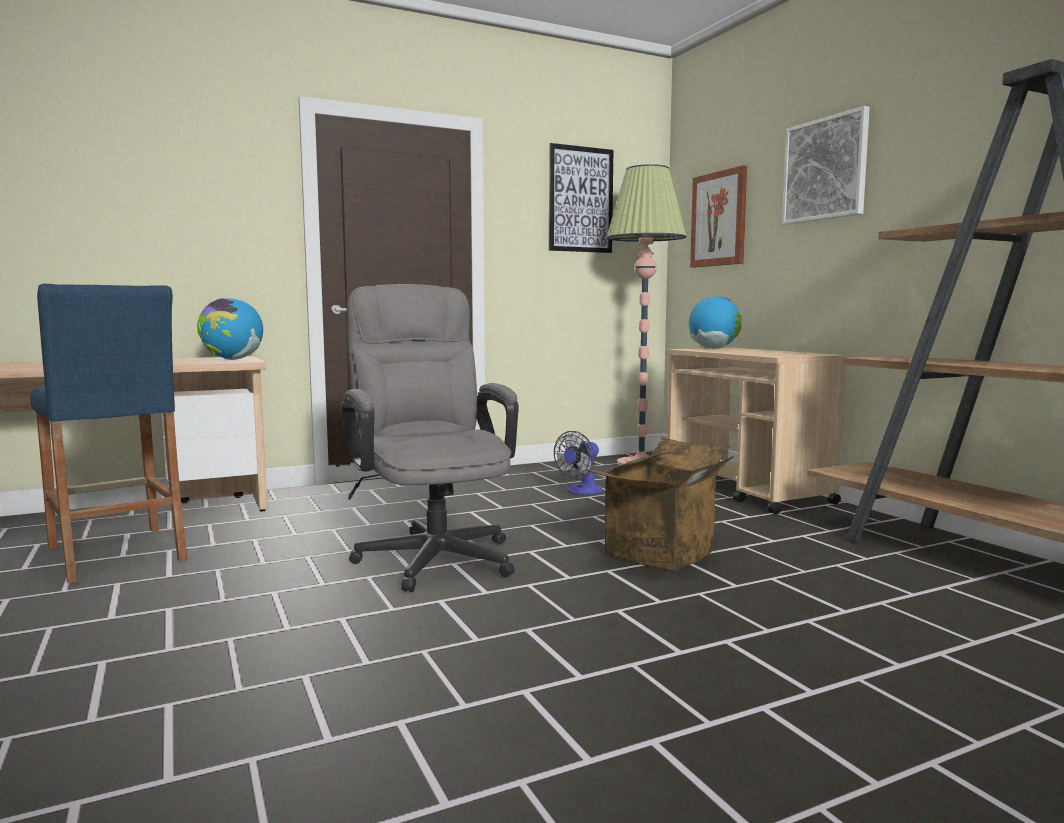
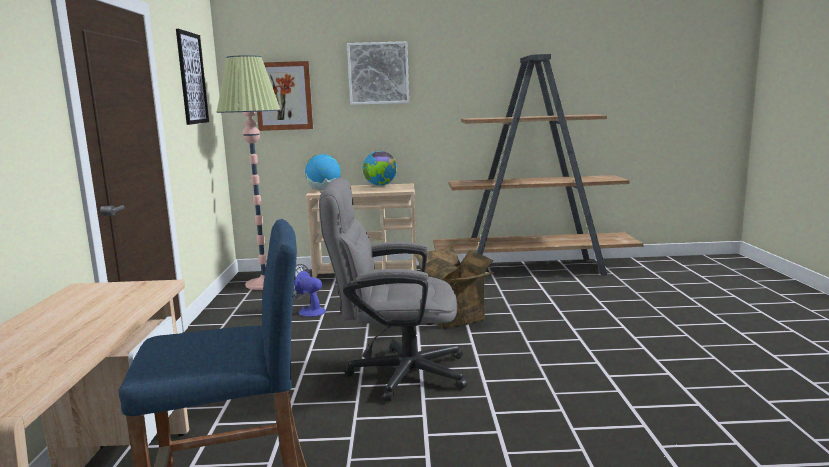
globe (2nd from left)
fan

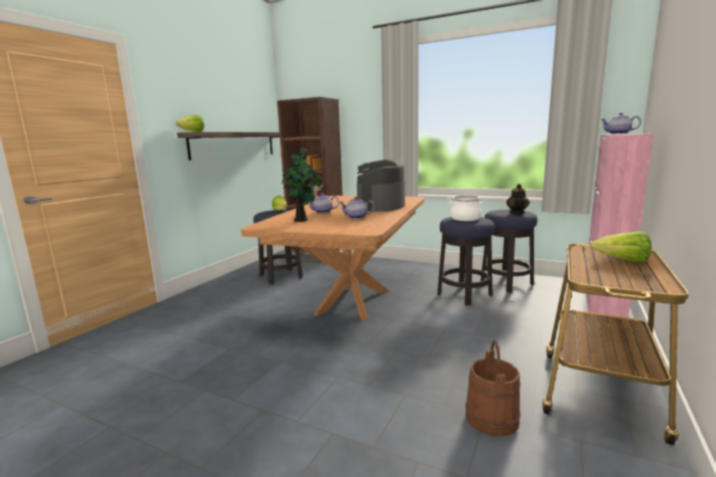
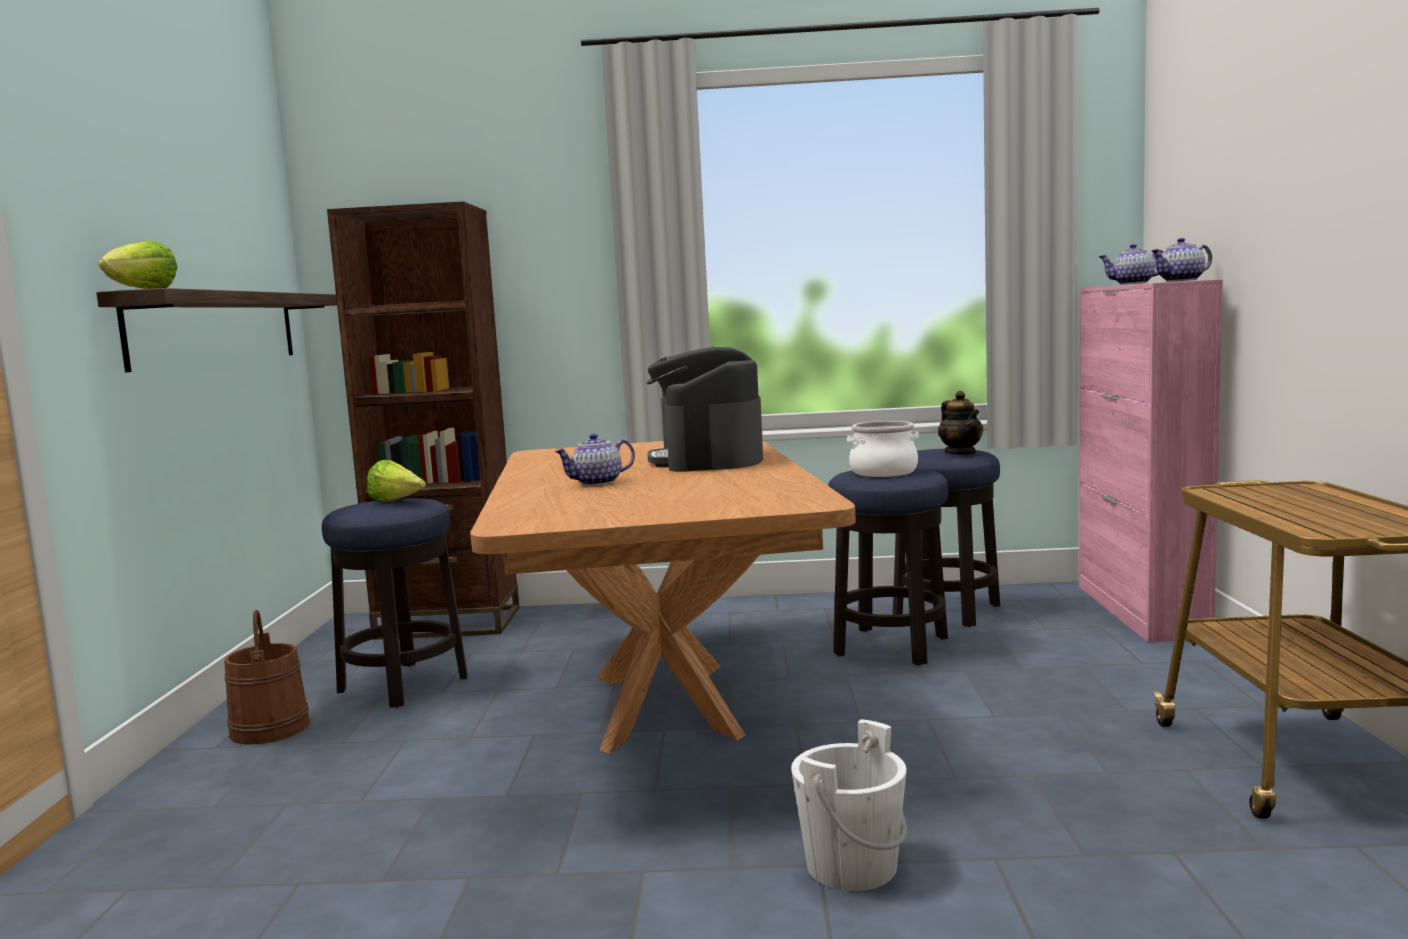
potted plant
teapot (4th from left)
brown bucket
lettuce (3rd from left in the first image)
white bucket

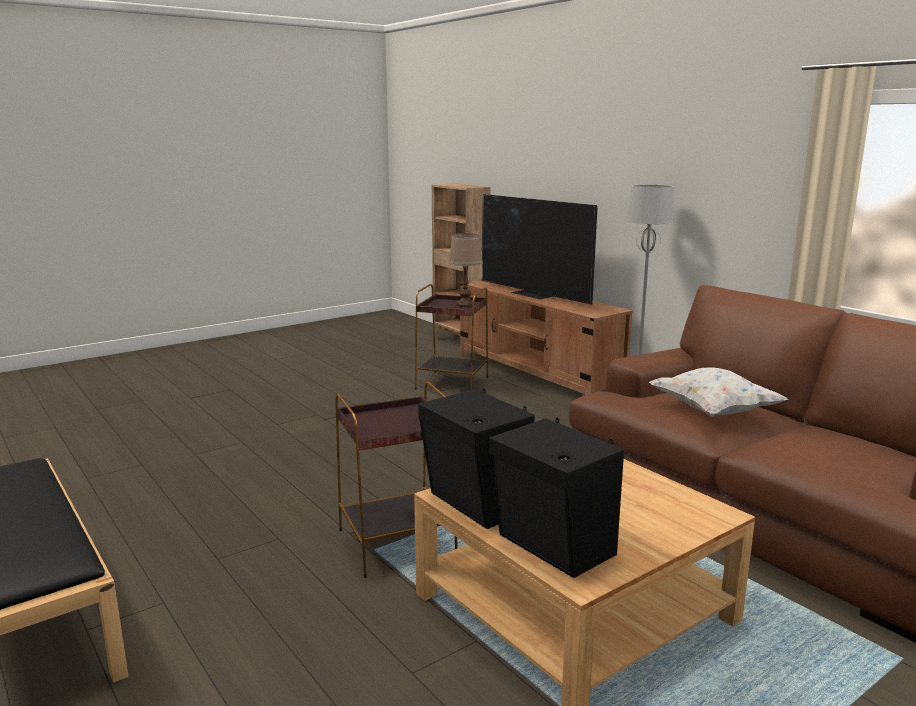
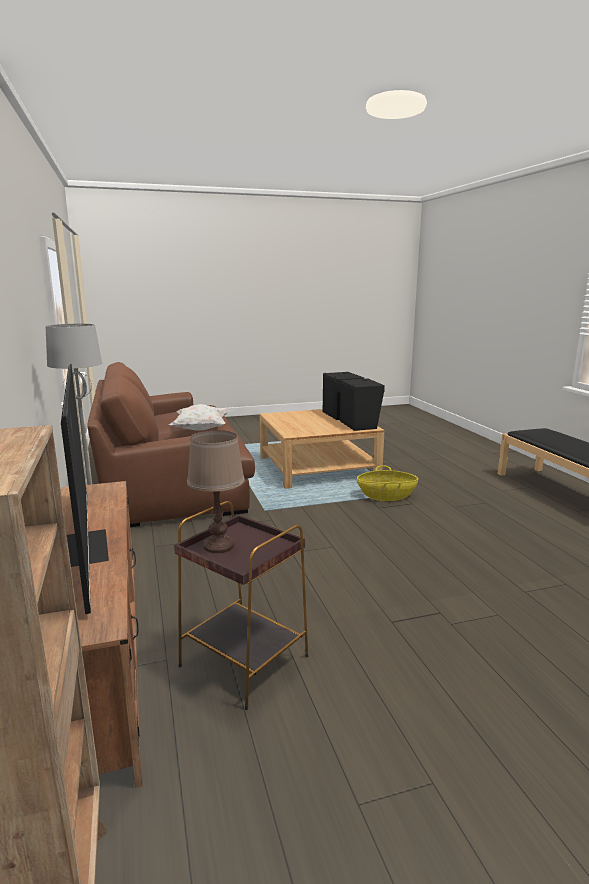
basket

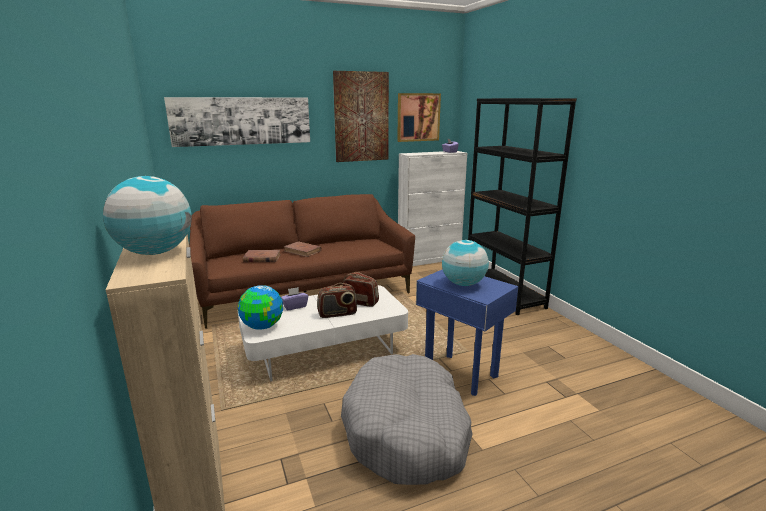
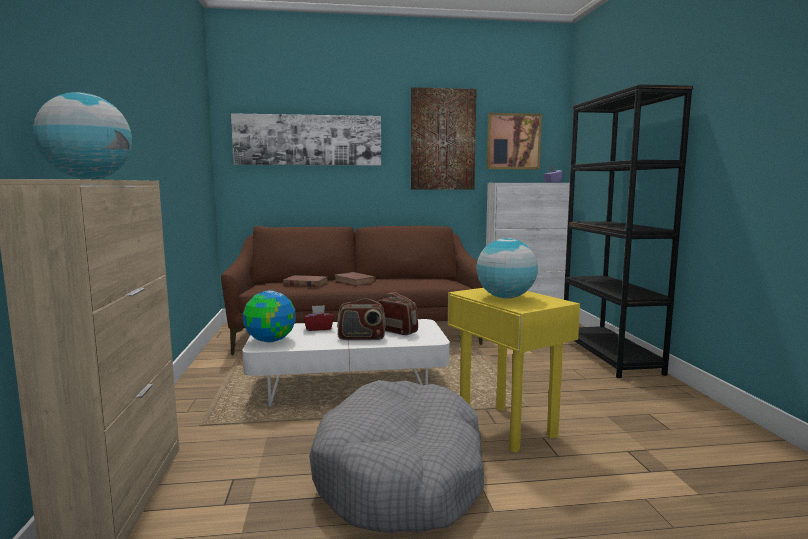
red tissue box
yellow side table

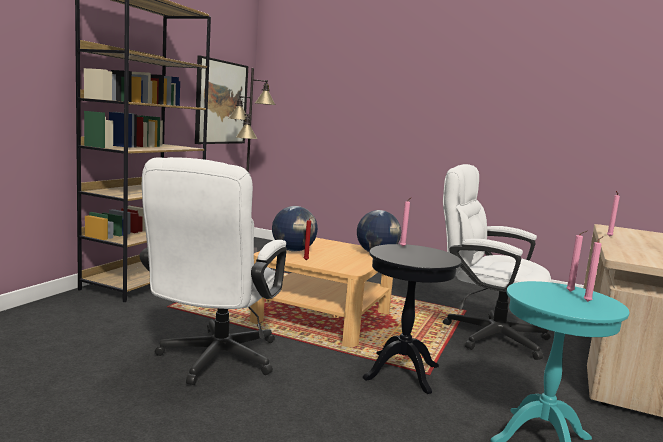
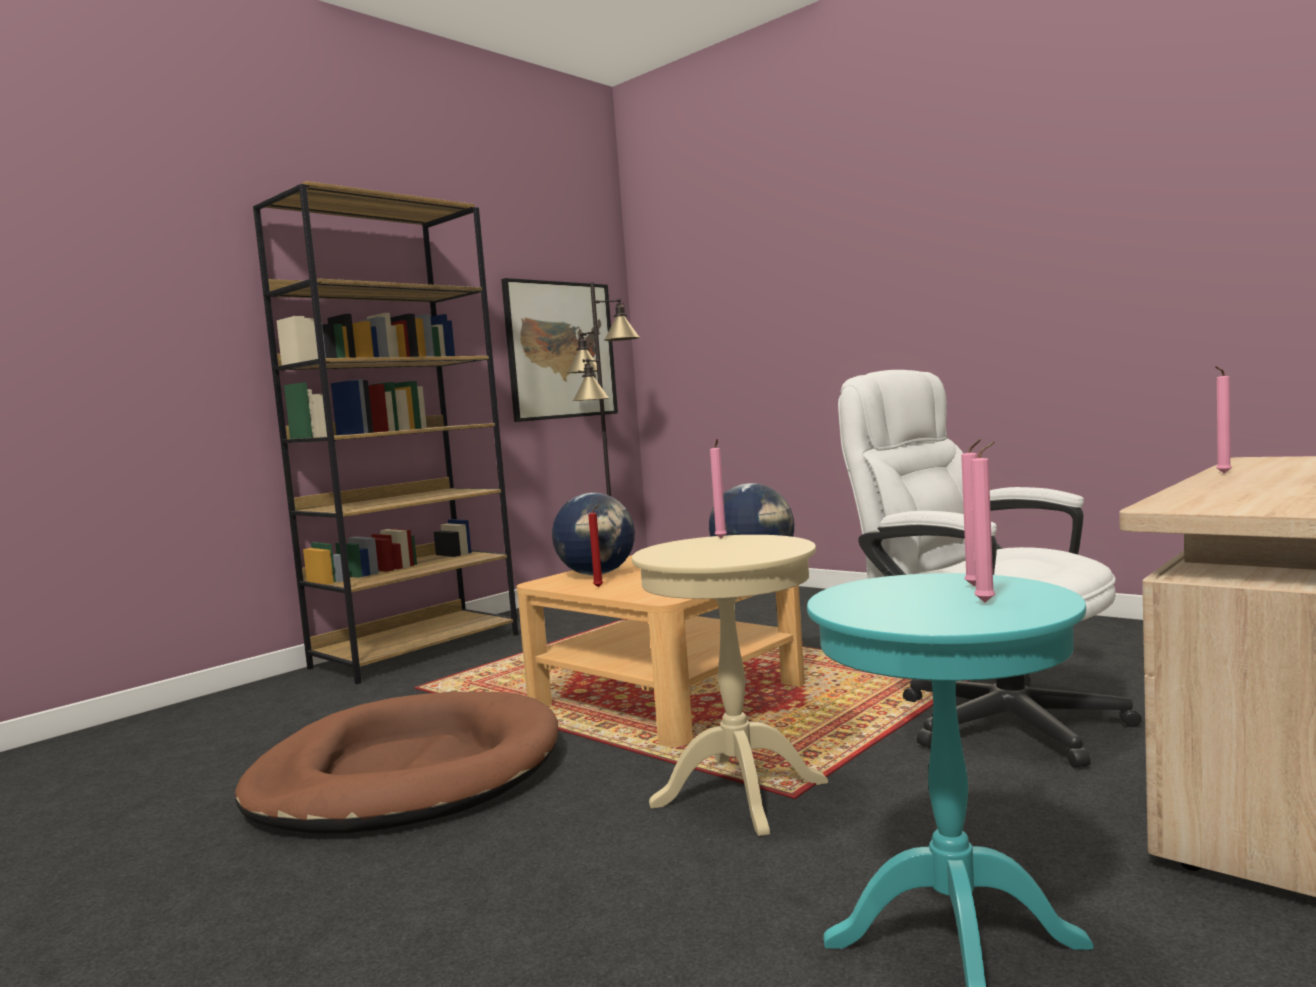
brown dog bed
beige side table

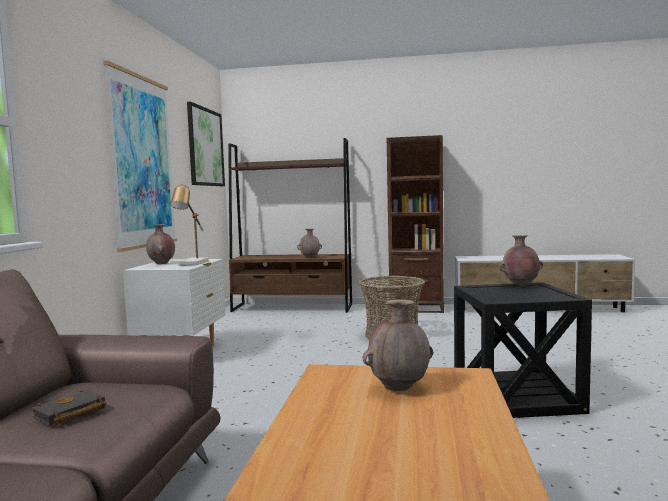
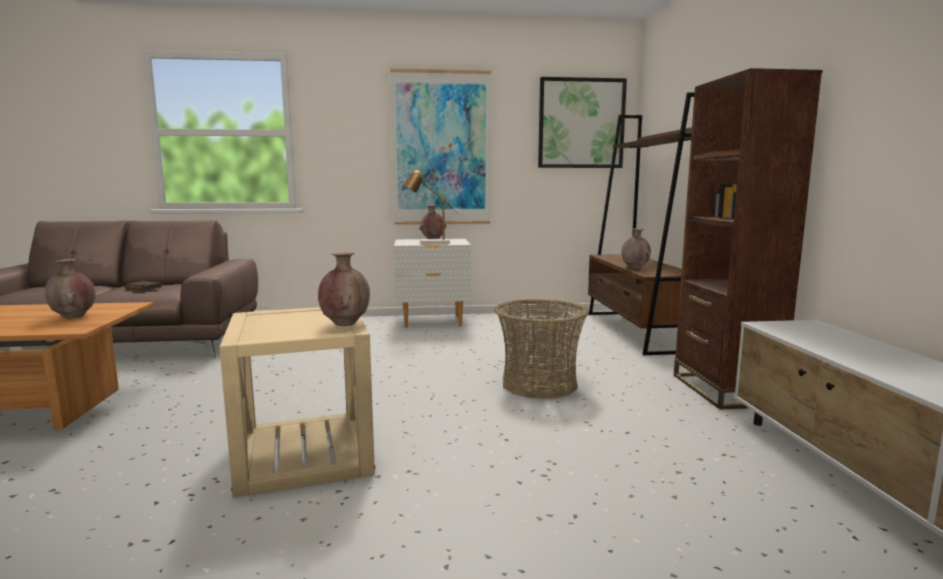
beige side table

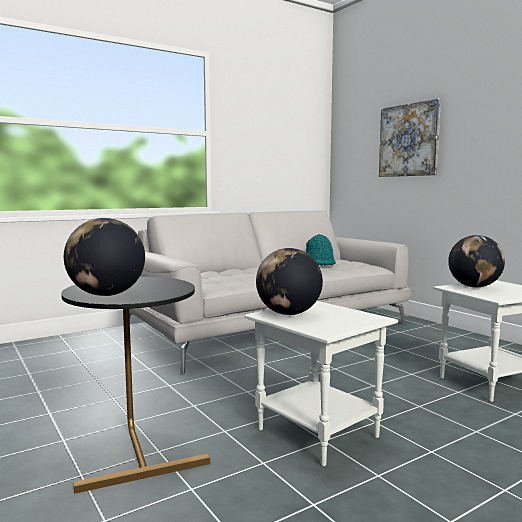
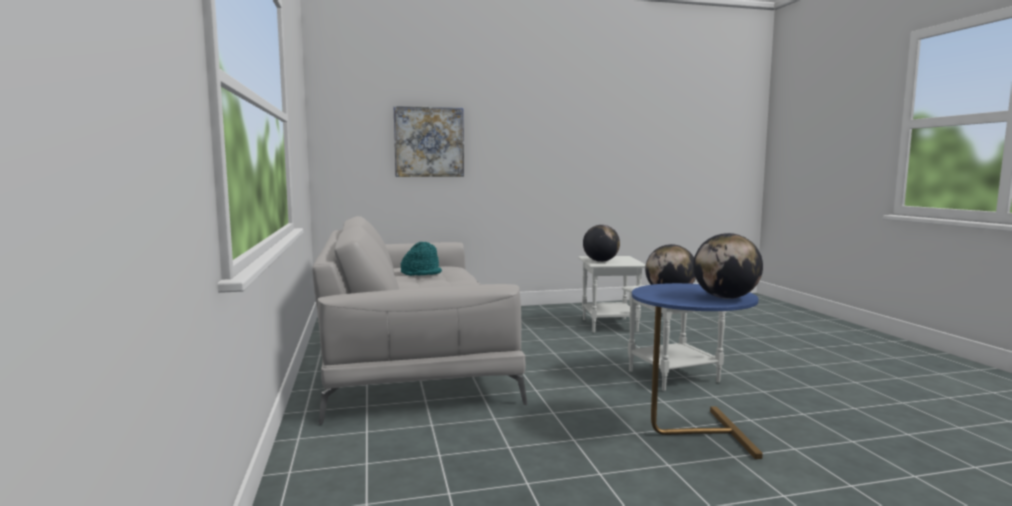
blue side table

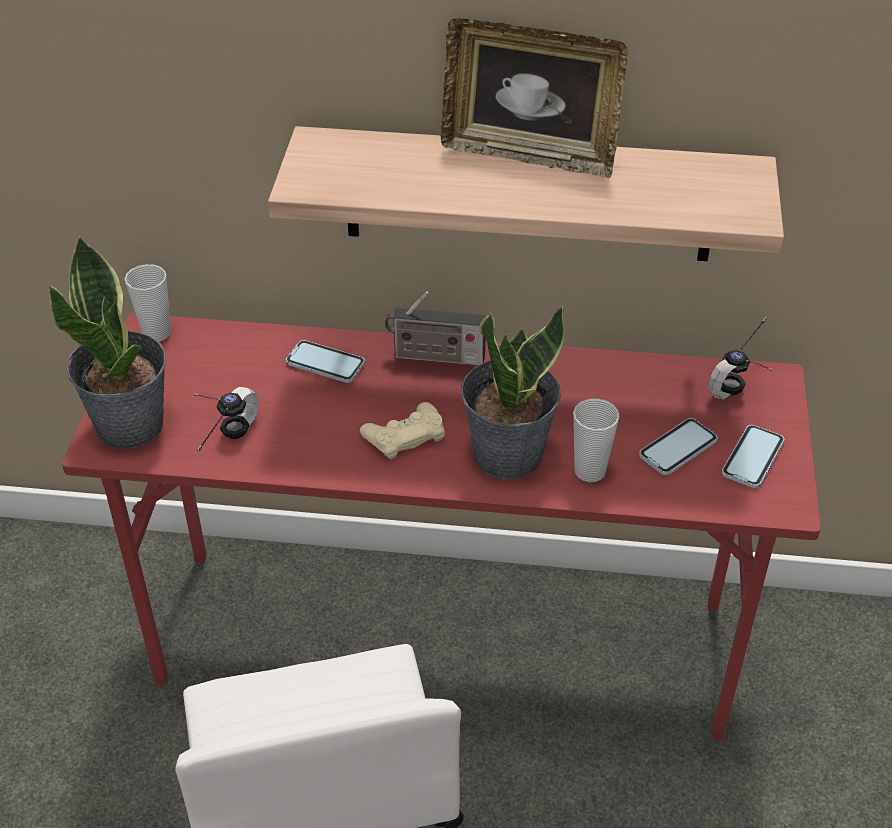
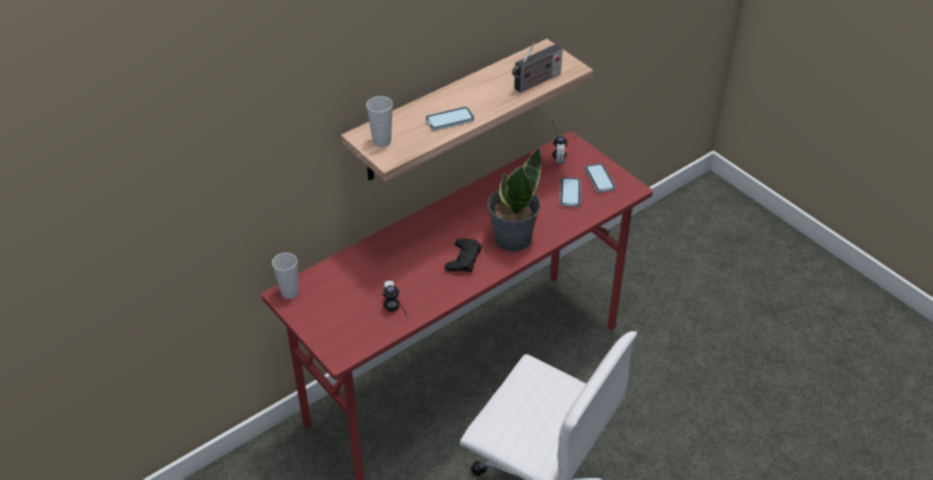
potted plant (1st from left in the first image)
phone (1st from left)
black game controller
radio
picture frame
cup (2nd from left)

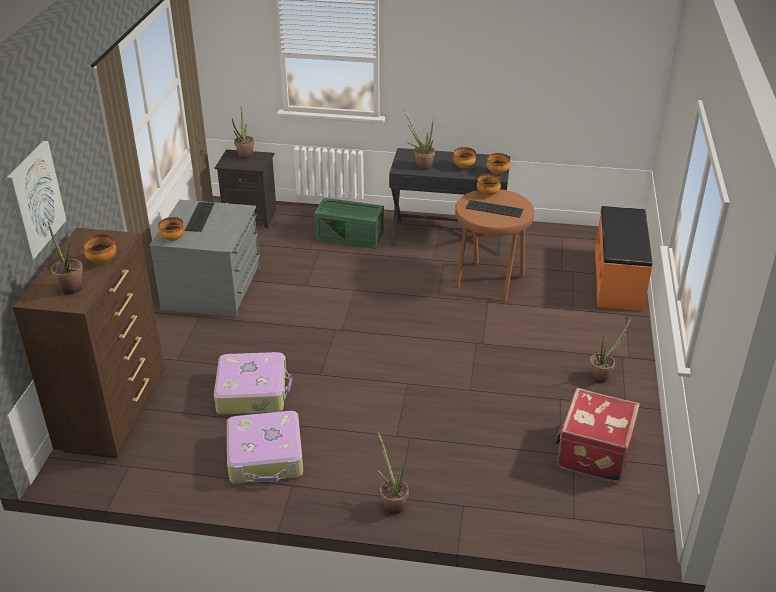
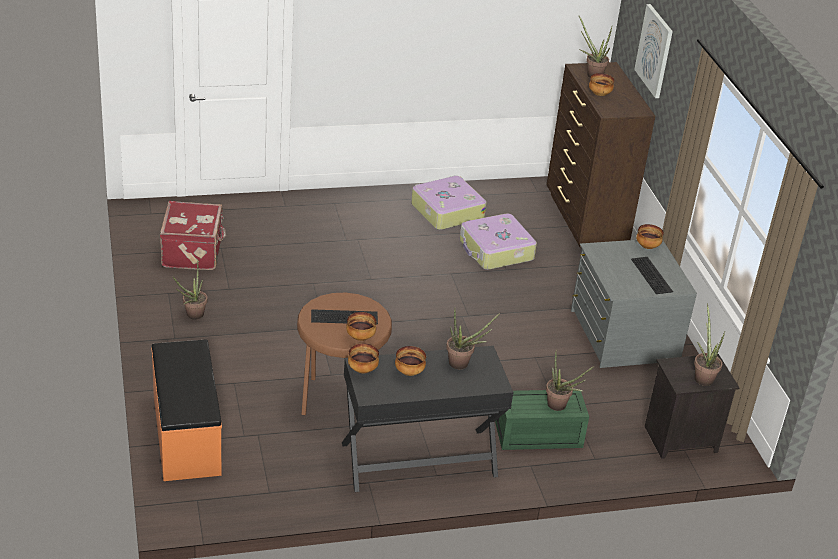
potted plant (3rd from left)

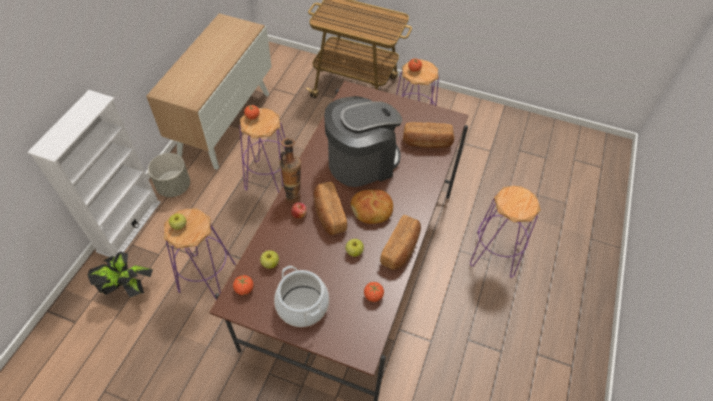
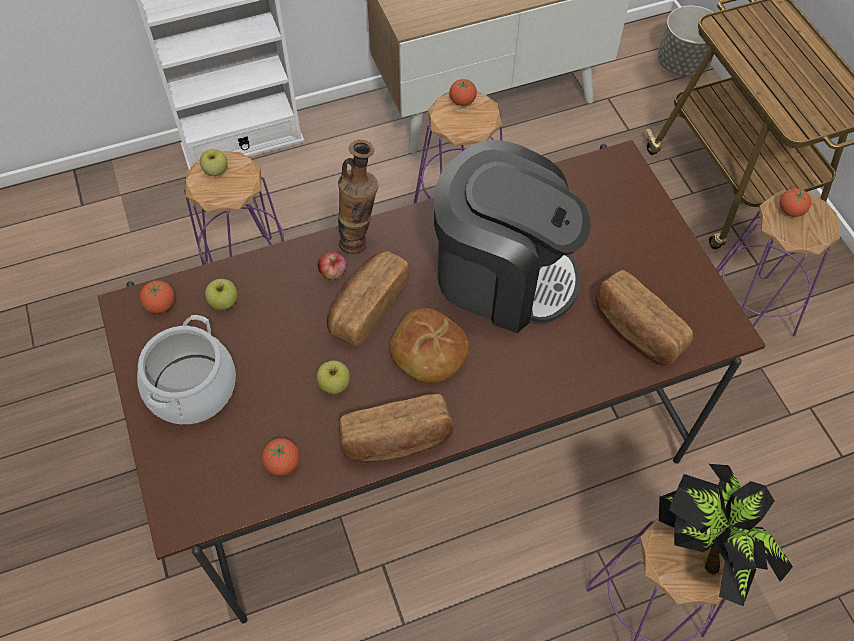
potted plant
grey planter

